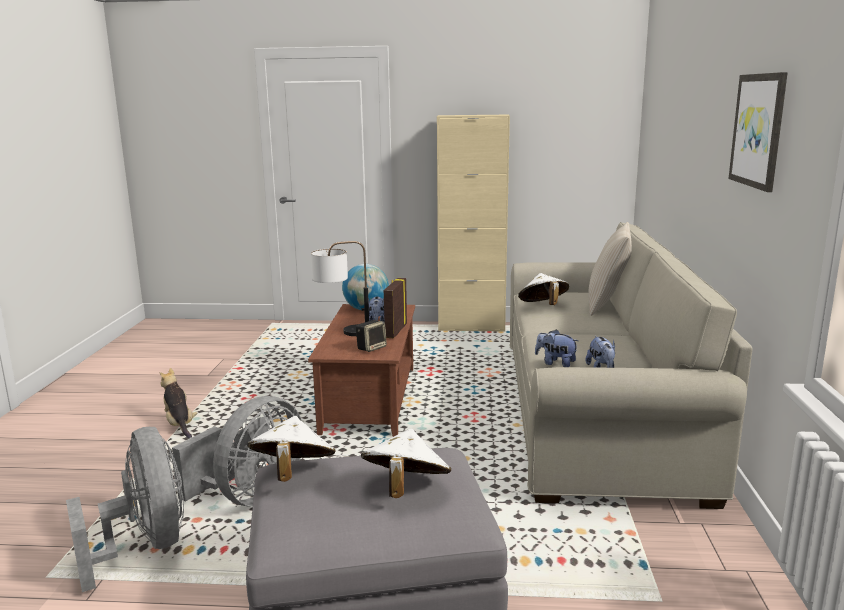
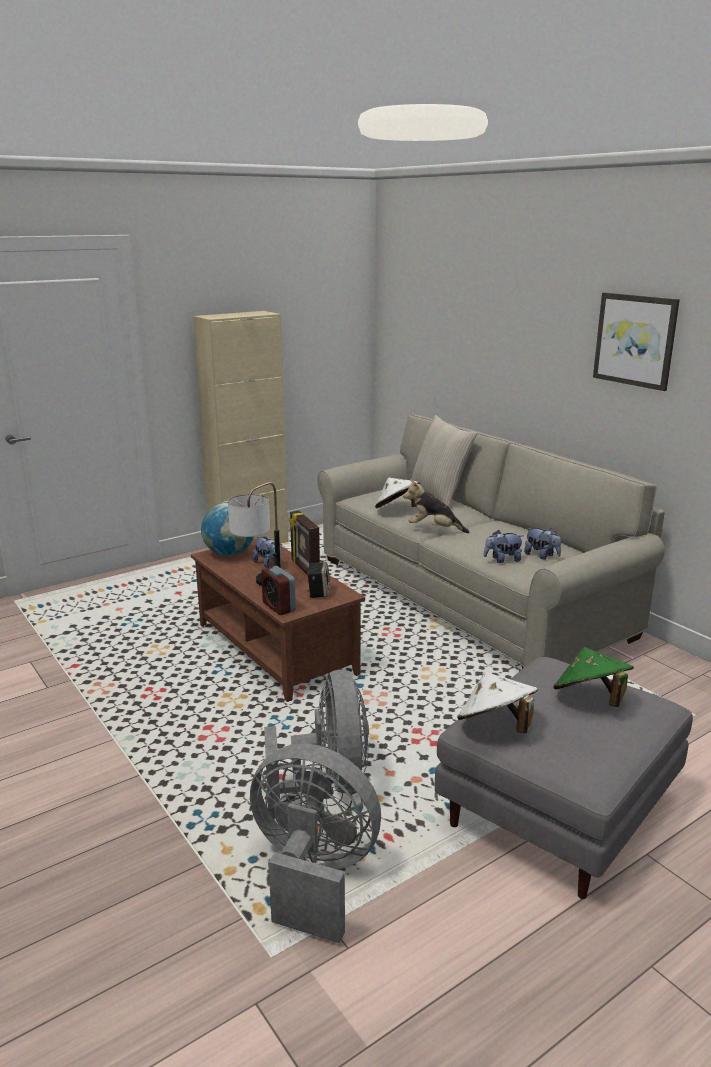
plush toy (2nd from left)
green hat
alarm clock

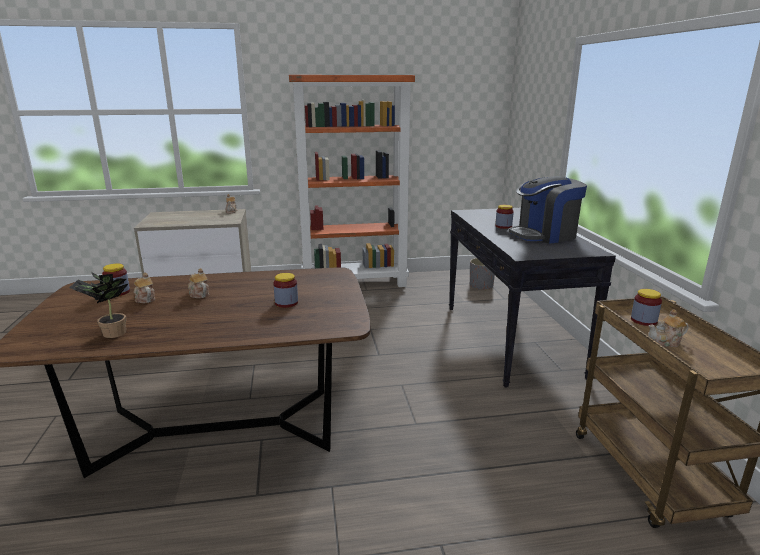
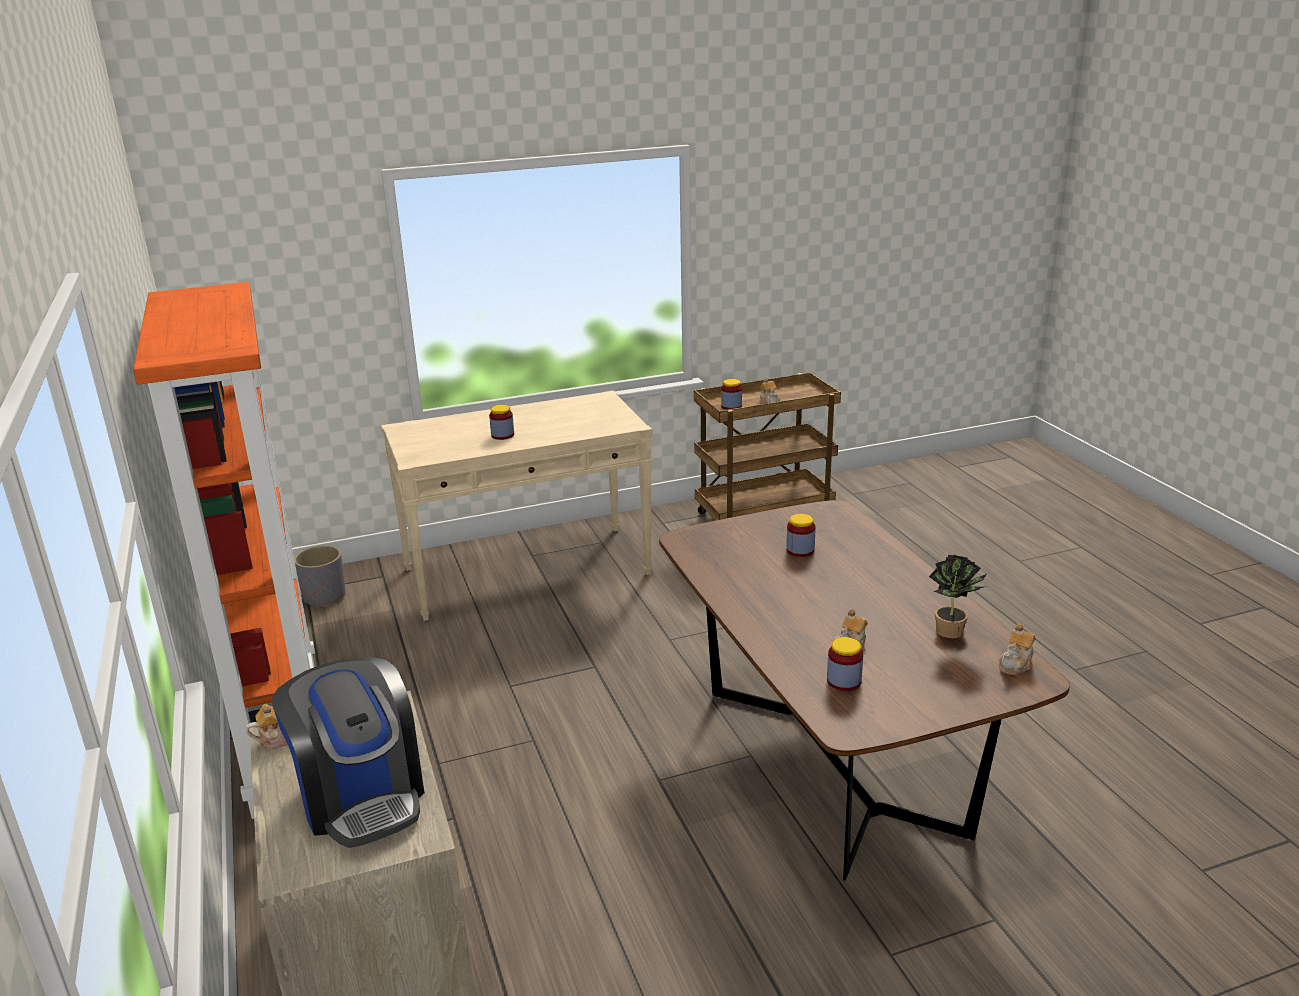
teapot (4th from left)
beige console table
coffee machine

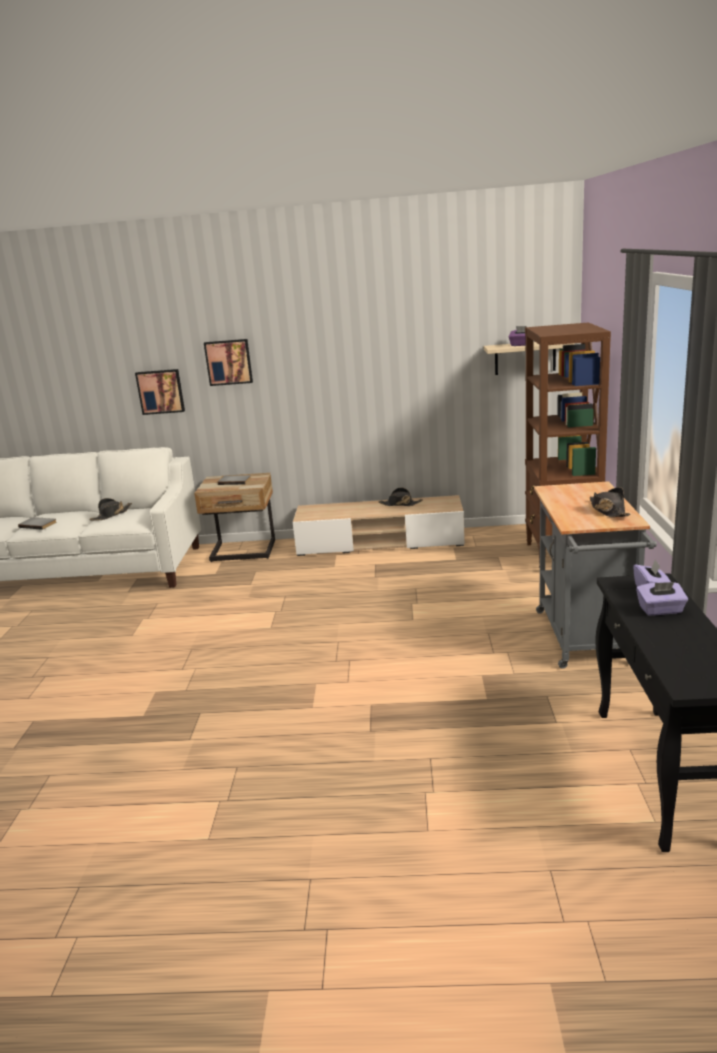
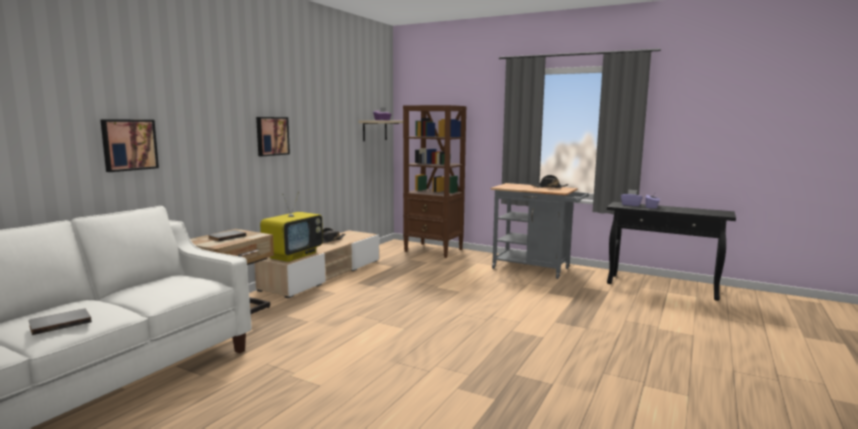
black hat (1st from left in the first image)
picture (2nd from left)
television

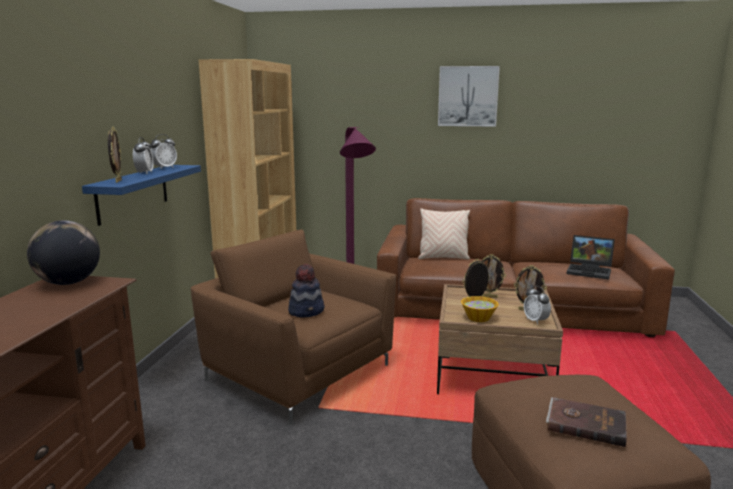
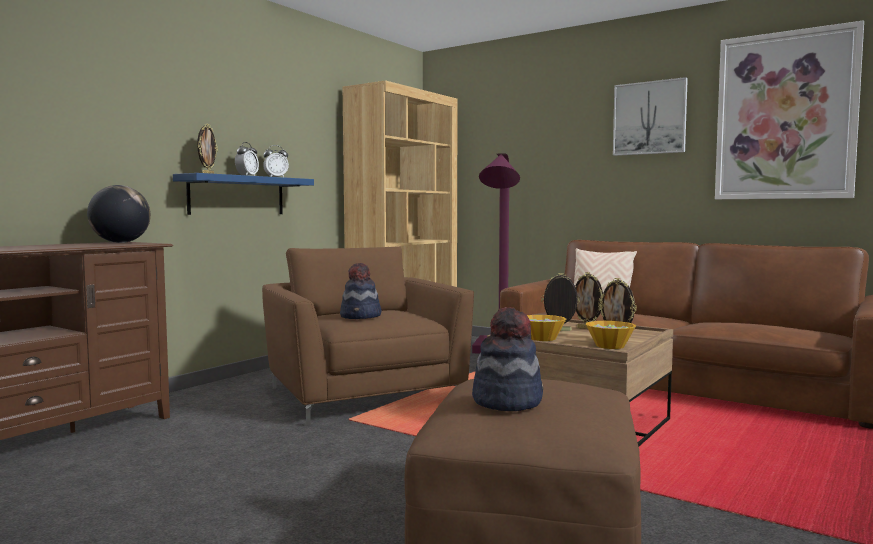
bowl (2nd from left)
hat (2nd from left)
laptop
picture (2nd from left)

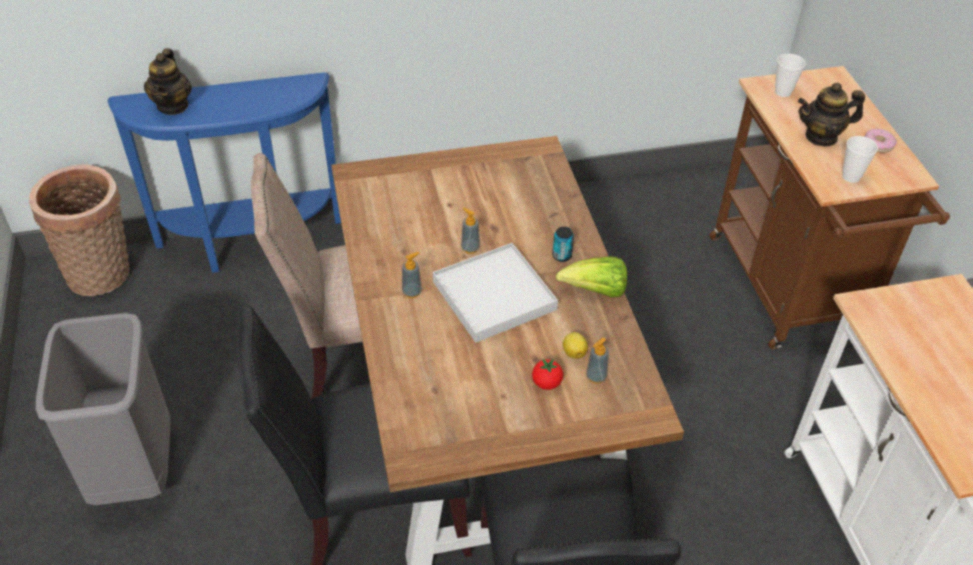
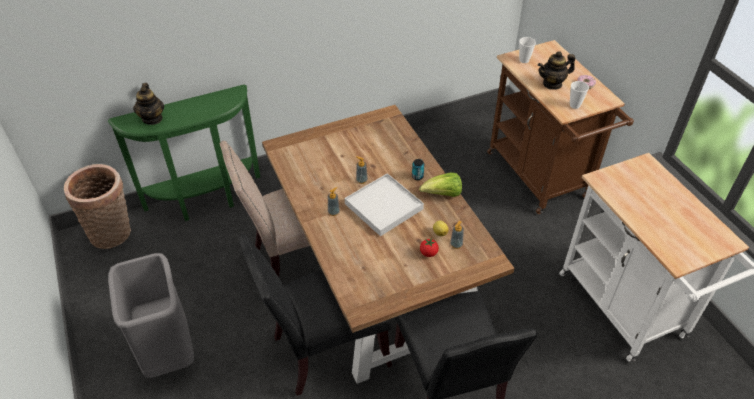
green console table

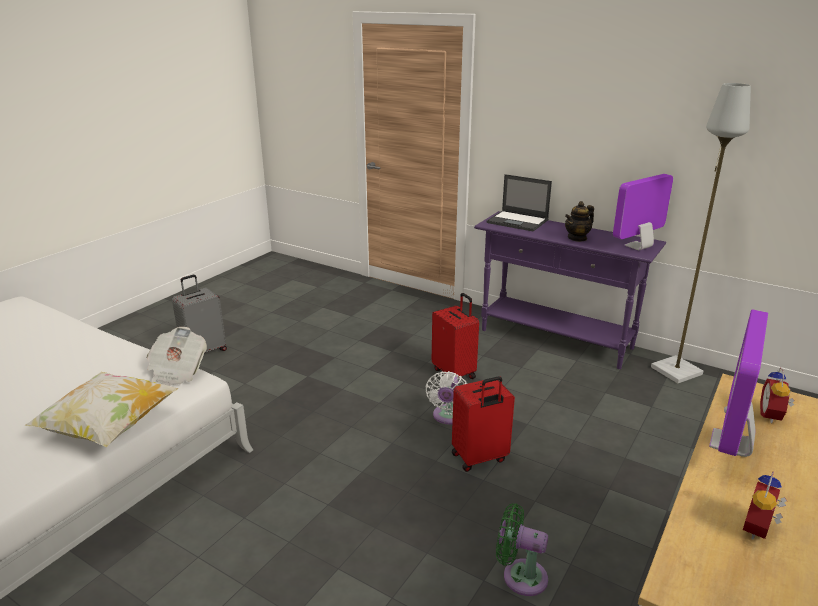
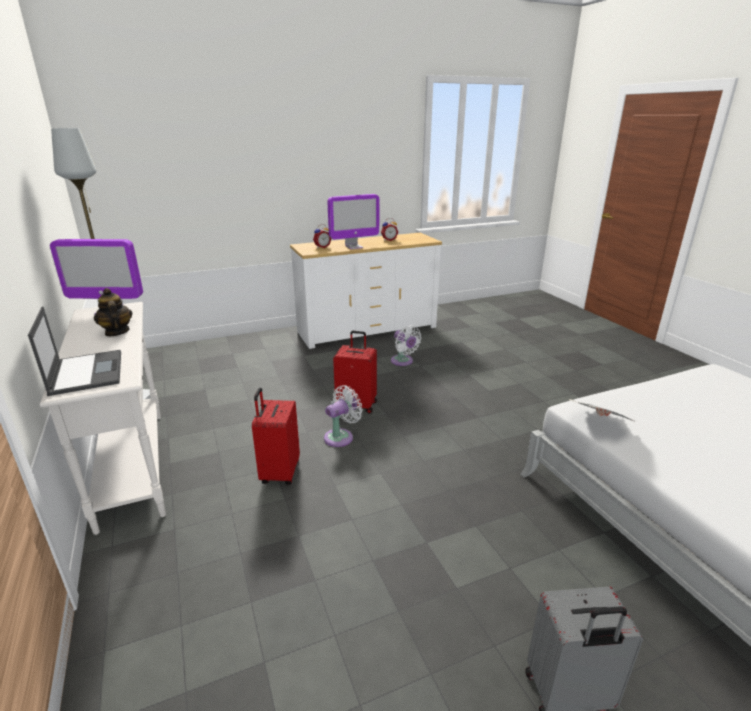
pillow
white console table
white fan (2nd from left)
teapot

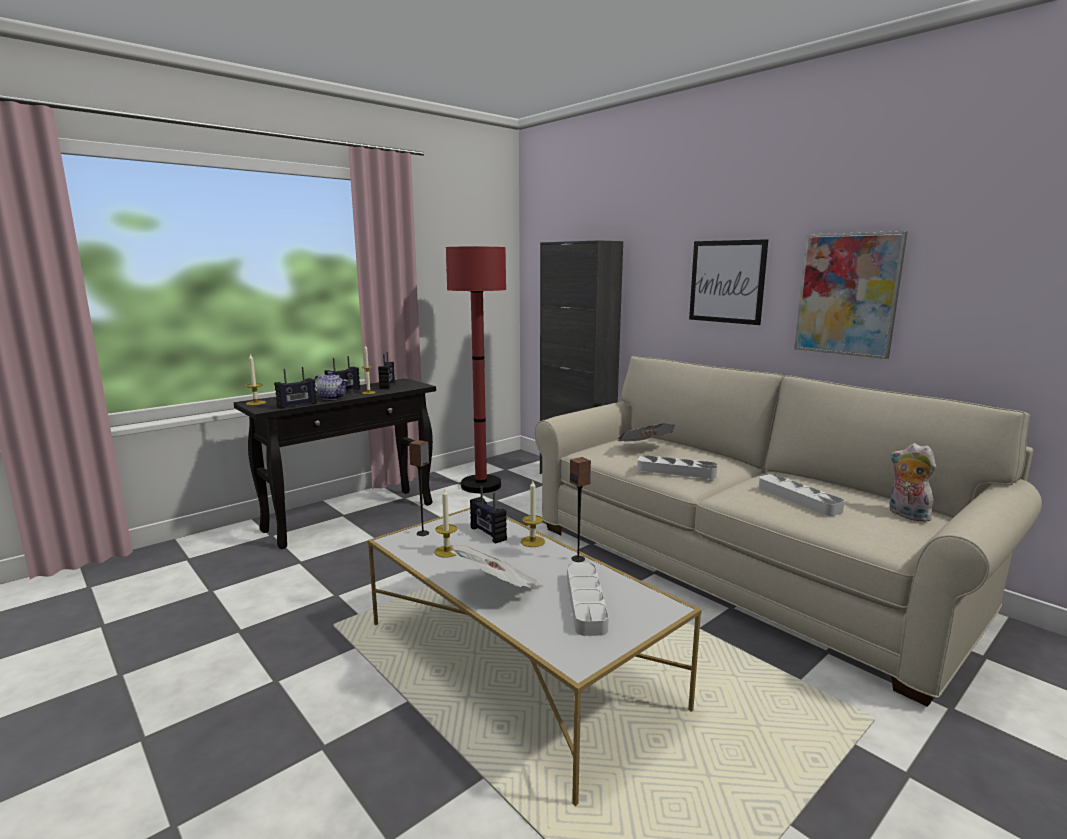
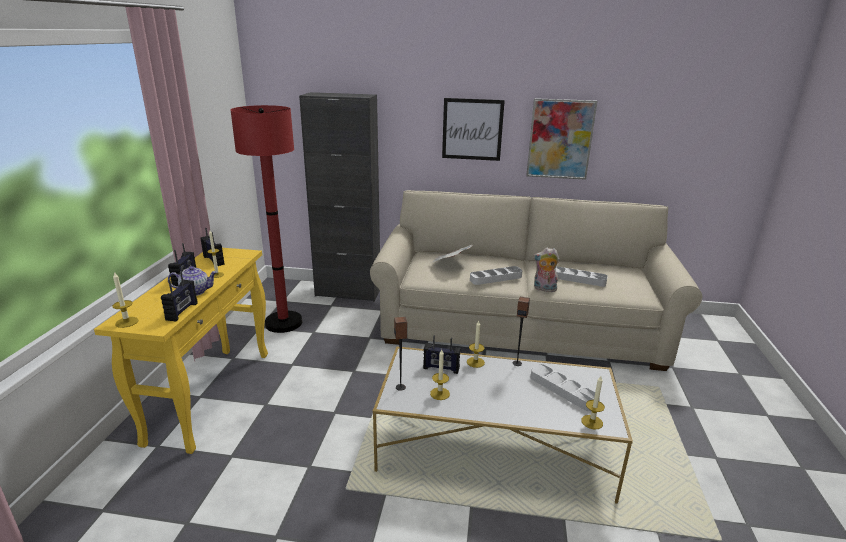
yellow console table
newspaper (1st from left in the first image)
plush toy
candle (5th from left)

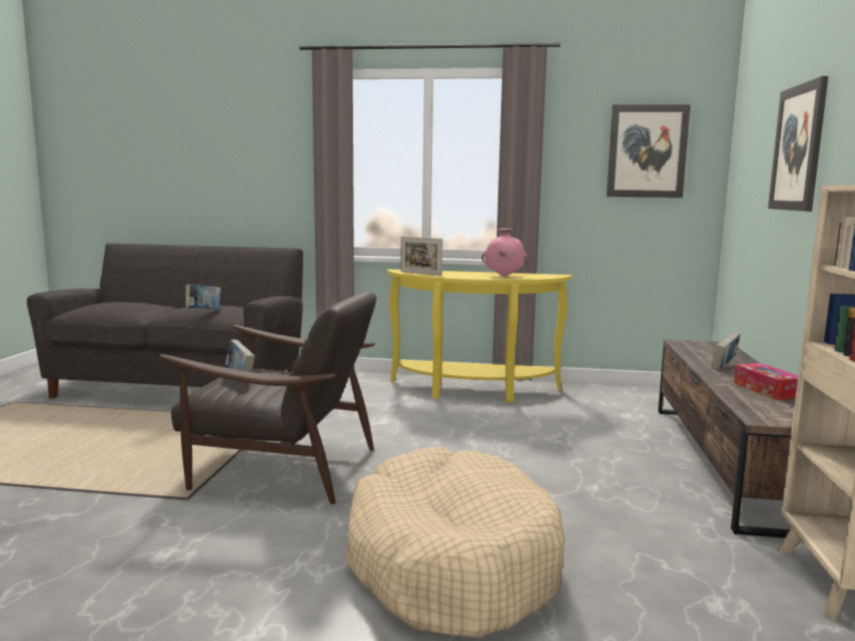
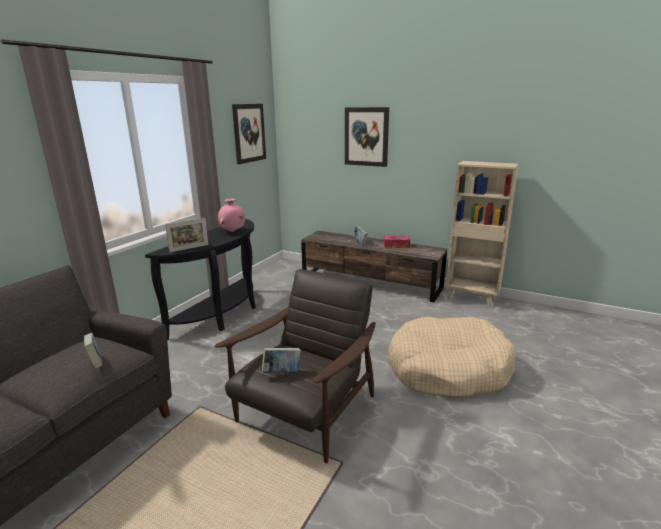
black console table

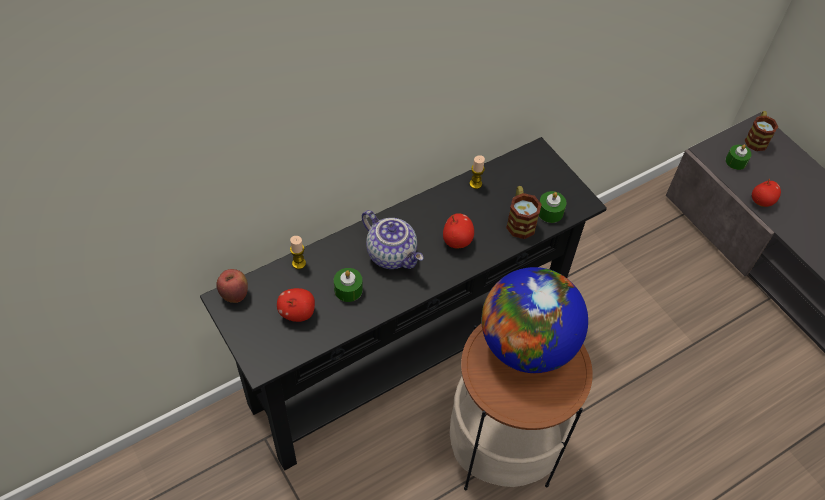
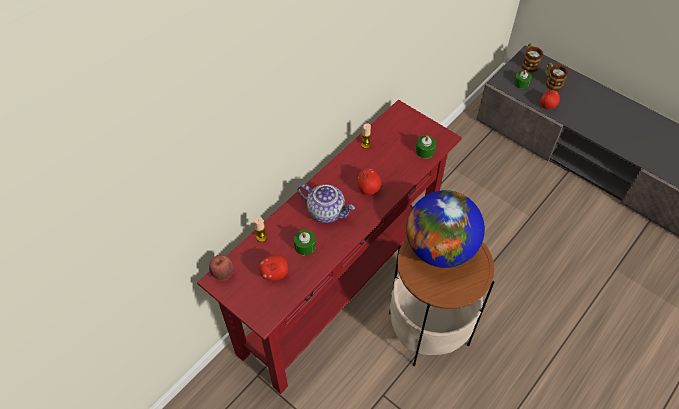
red console table
mug (2nd from left)

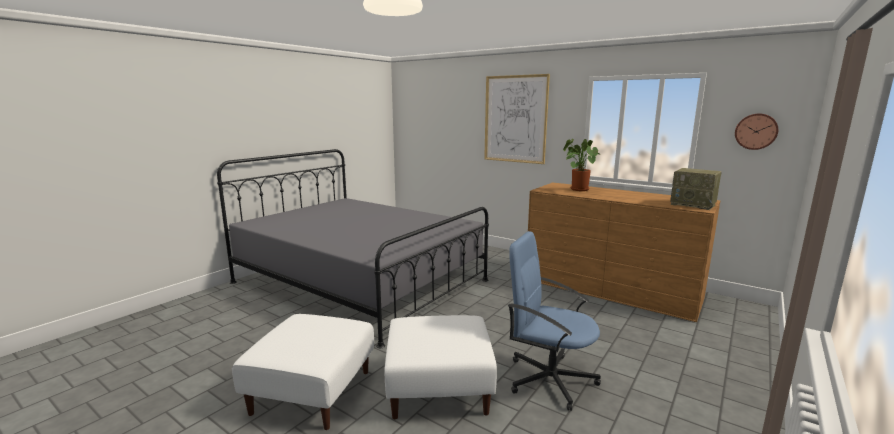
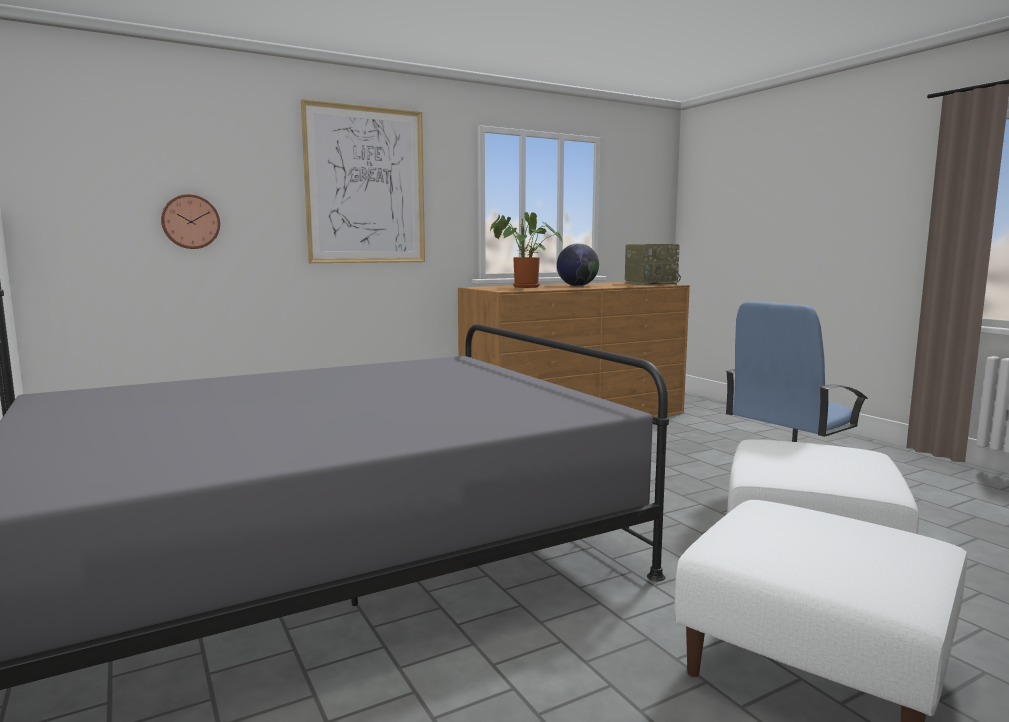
wall clock
globe

